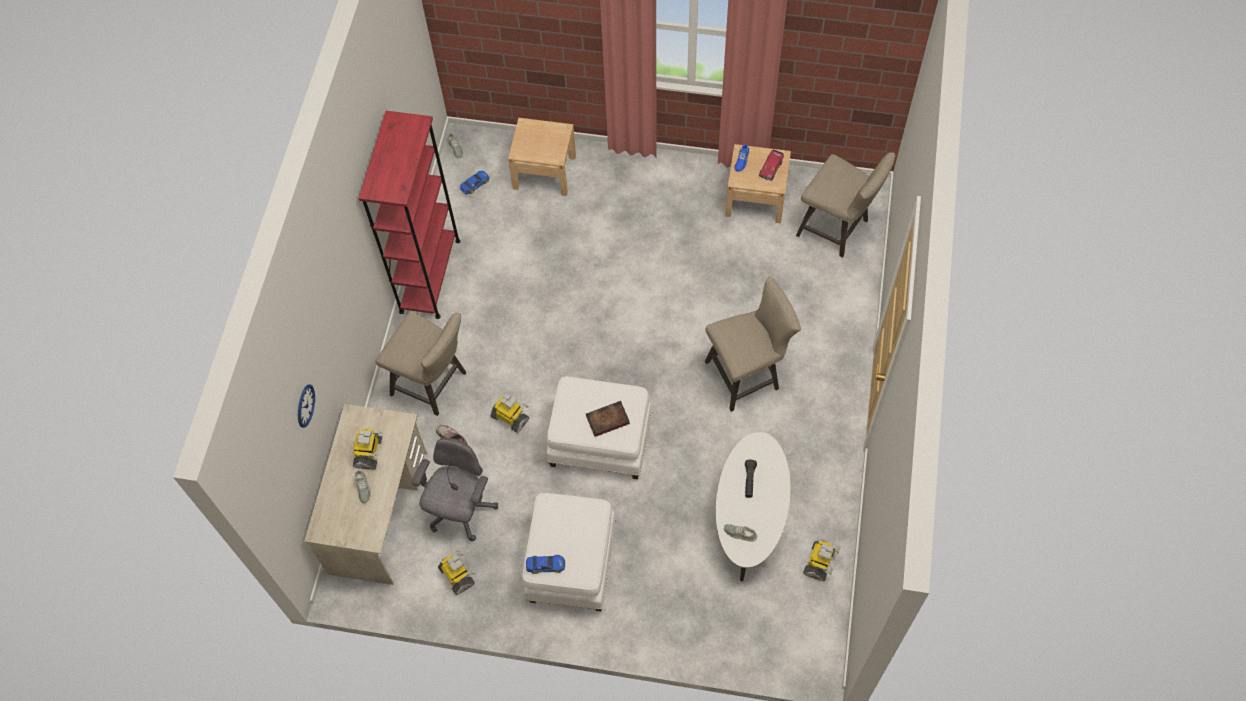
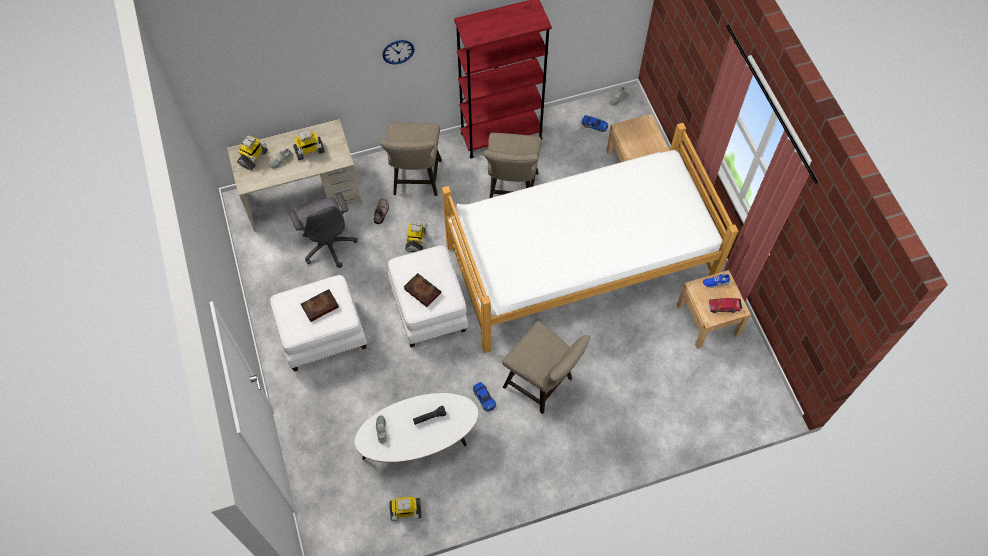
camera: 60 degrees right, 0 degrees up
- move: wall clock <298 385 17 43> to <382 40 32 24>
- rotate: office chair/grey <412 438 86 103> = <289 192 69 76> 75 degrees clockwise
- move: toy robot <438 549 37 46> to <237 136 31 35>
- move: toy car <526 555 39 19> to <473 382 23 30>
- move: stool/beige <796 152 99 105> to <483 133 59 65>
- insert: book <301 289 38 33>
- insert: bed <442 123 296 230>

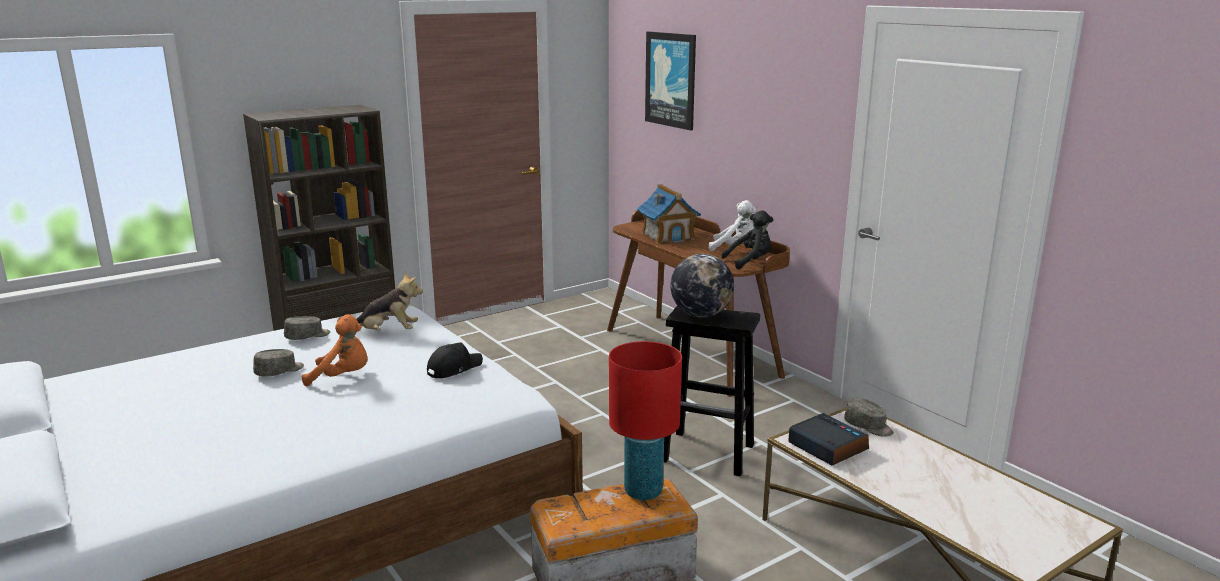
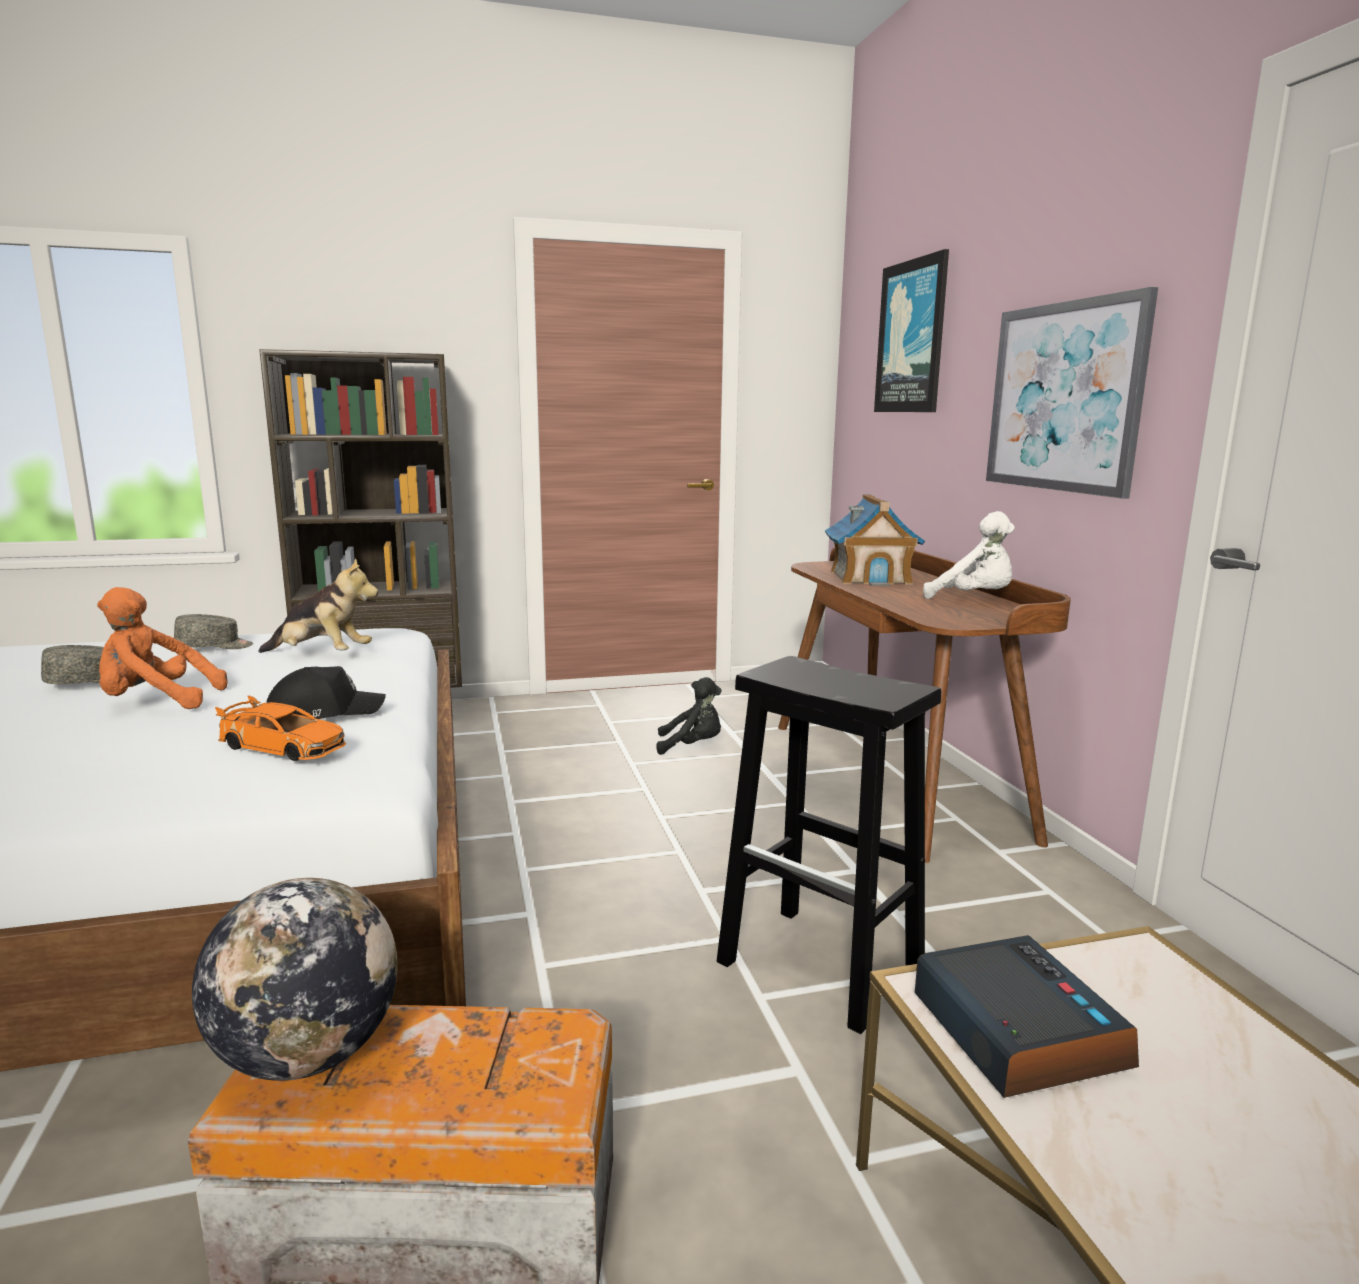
camera: 20 degrees right, 5 degrees down
- rotate: plush toy/orange <302 314 65 73> = <97 587 131 122> 150 degrees clockwise
- delete: table lamp/red <609 341 73 159>
- move: globe <670 254 64 63> to <192 878 206 203>
- move: plush toy/black <722 210 51 60> to <656 677 66 78>
- delete: cap/grey <844 398 50 39>
- insert: toy car/orange <215 696 131 65>
- insert: picture <986 287 172 212>

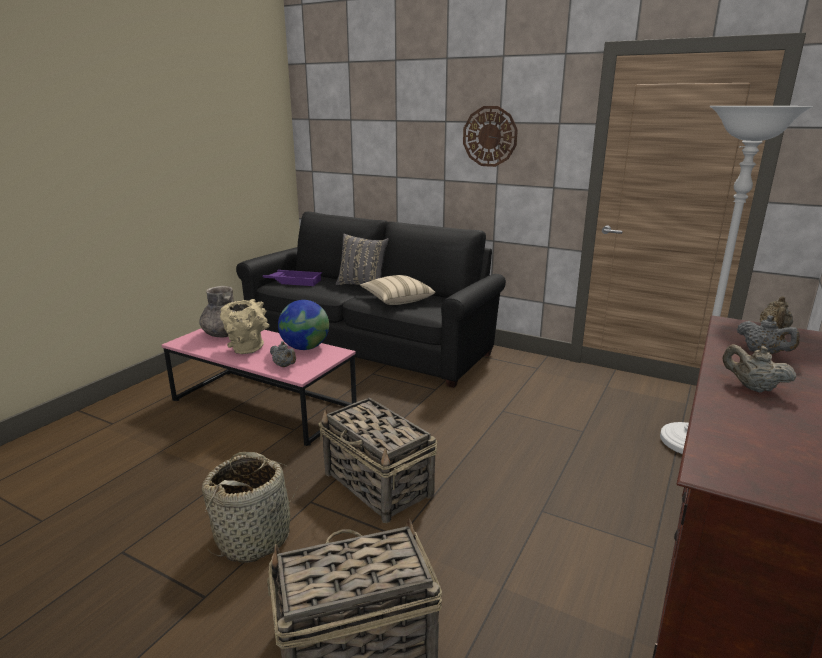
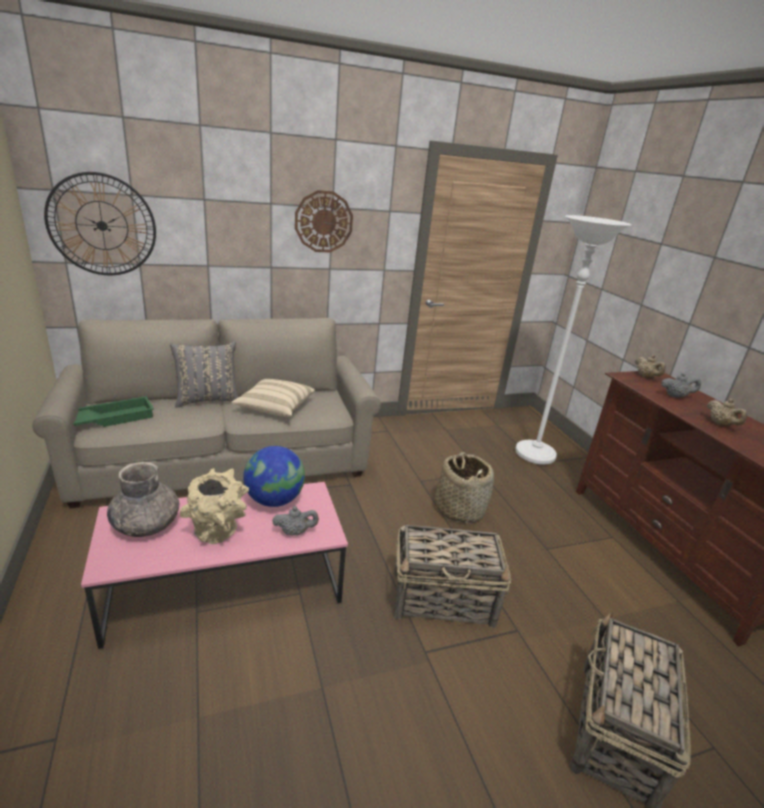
camera: 50 degrees left, 5 degrees up
- move: basket <202 452 96 111> to <435 452 59 72>
- recolor: sofa/black <236 211 270 177> to sofa/beige <32 318 349 190>
- recolor: tray/purple <263 270 59 16> to tray/green <73 396 81 31>
- rotate: teapot/beige <722 344 74 48> = <707 399 40 27> 105 degrees counterclockwise
- insert: wall clock <44 172 112 103>

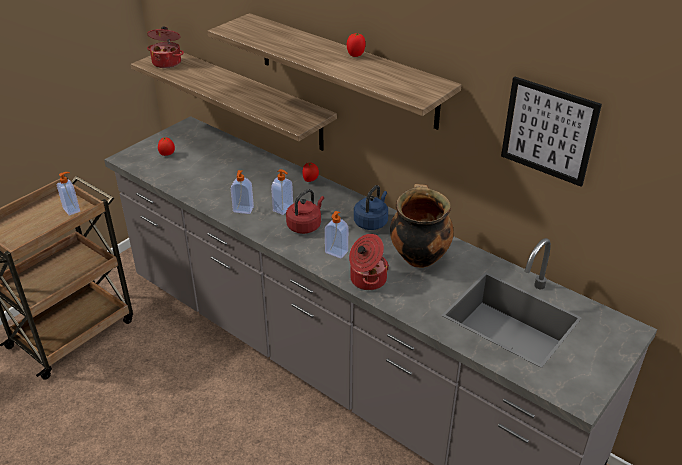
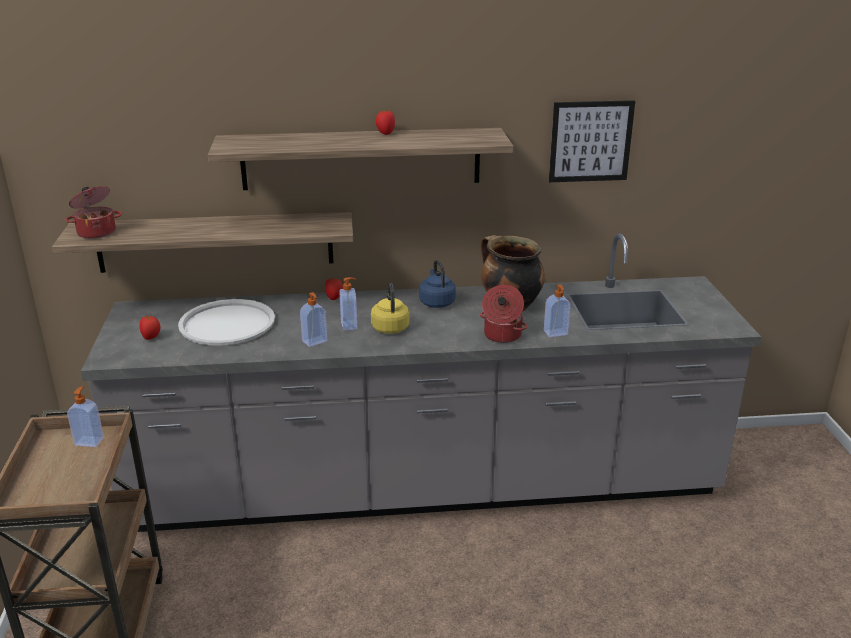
camera: 45 degrees left, 10 degrees down
- recolor: kettle/red <286 189 38 45> to kettle/yellow <371 283 38 51>
- move: soap dispenser <325 211 23 48> to <544 285 27 52>
- insert: tray/white <178 299 97 47>

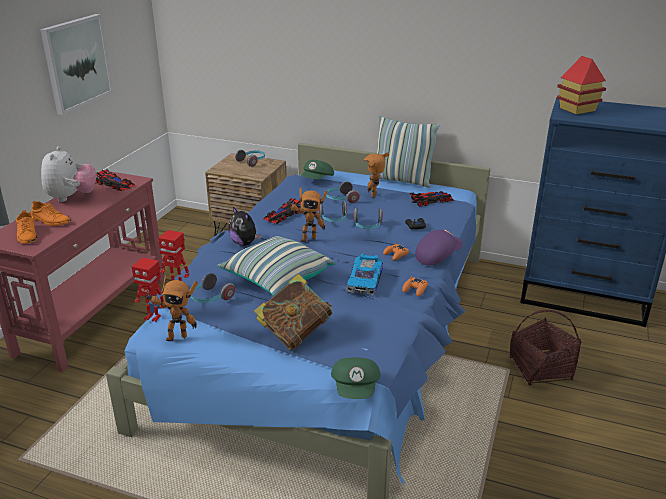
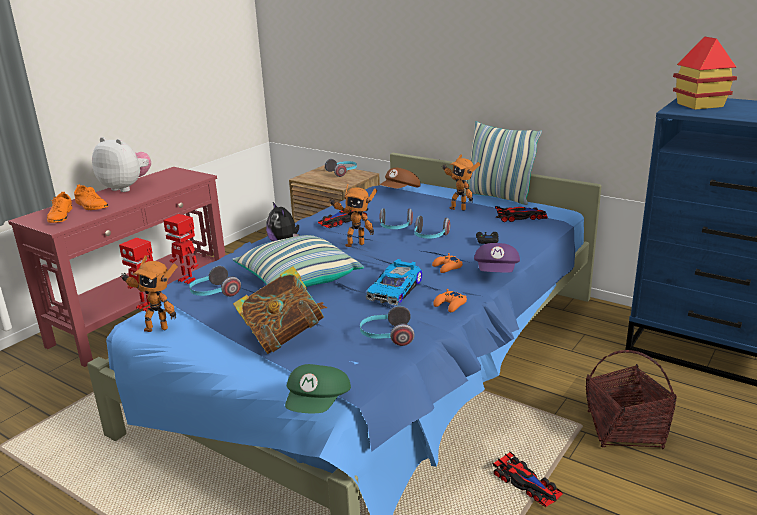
camera: 15 degrees right, 5 degrees down
- delete: picture <40 14 73 101>
- rotate: plush toy <41 146 55 56> = <92 137 59 55> 75 degrees counterclockwise
- move: toy car <95 169 40 22> to <492 451 71 56>
- recolor: cap/green <301 160 33 19> to cap/brown <380 168 41 21>
- move: headphones <326 181 34 22> to <360 306 55 40>
- rotate: toy robot <364 153 25 45> = <441 154 40 57> 90 degrees counterclockwise
- rotate: cap/purple <415 230 48 35> = <474 243 46 29> 120 degrees clockwise

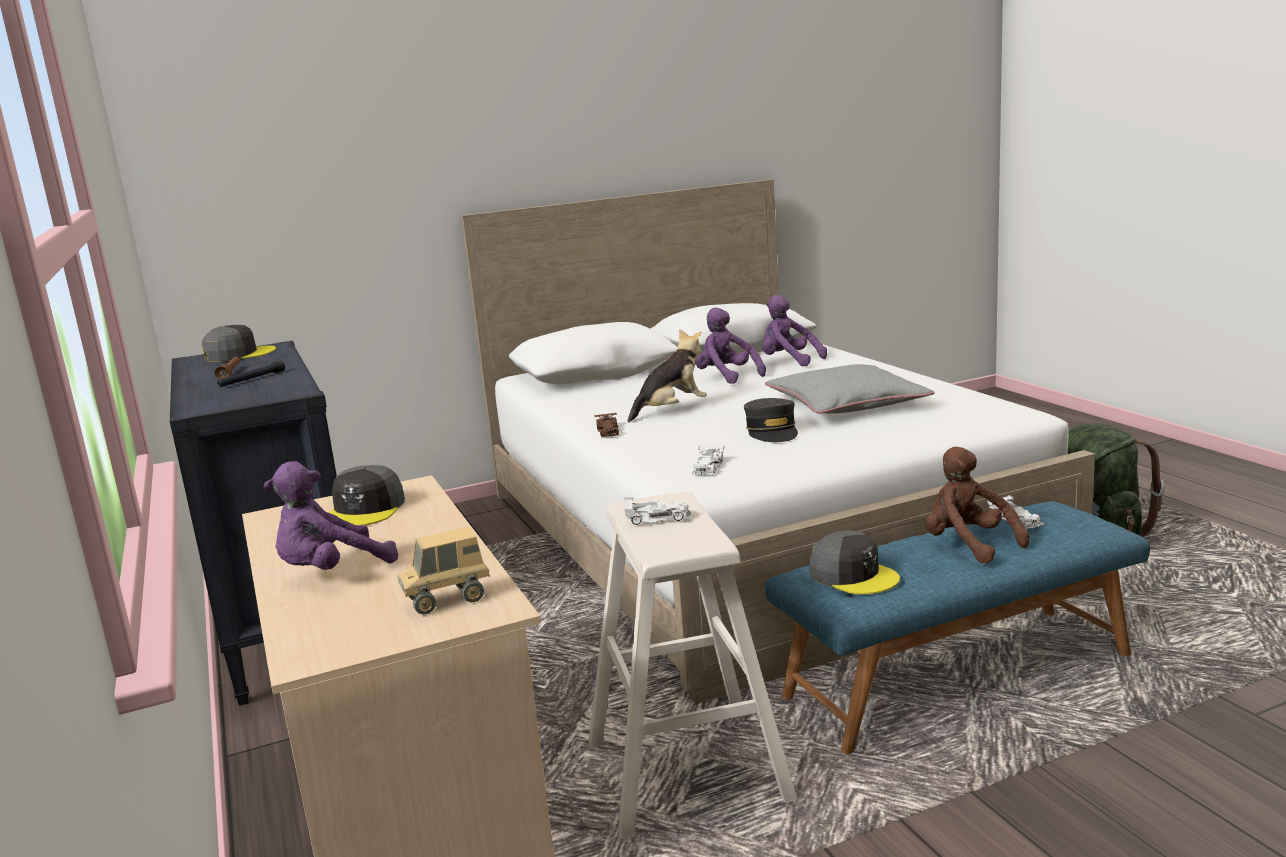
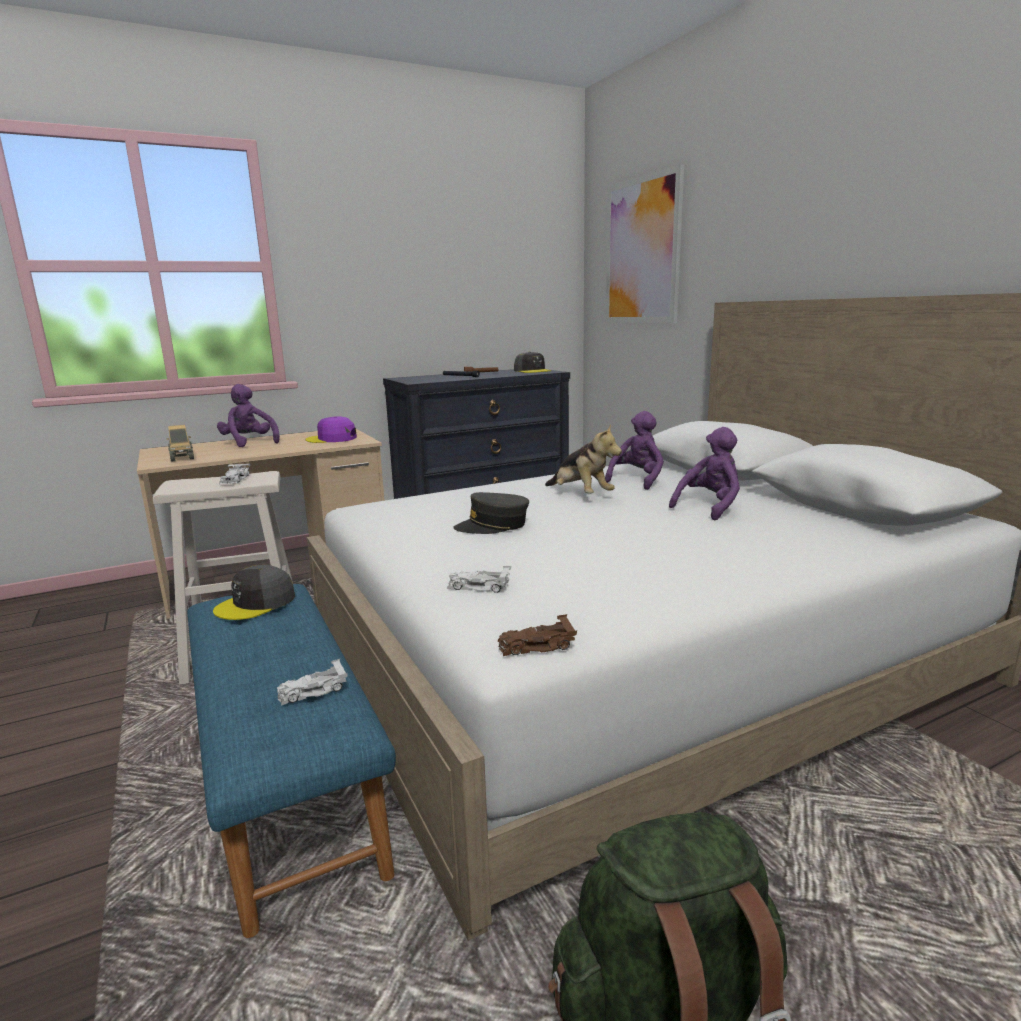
camera: 85 degrees right, 0 degrees up
- recolor: cap/grey <329 465 76 60> to cap/purple <305 416 52 27>
- move: toy car/brown <594 413 25 24> to <498 614 79 42>
- move: toy car/white <692 446 32 30> to <447 566 64 27>
- move: plush toy/purple <762 295 65 71> to <605 411 59 79>
- delete: pillow/grey <765 364 170 49>
- delete: plush toy/brown <925 446 105 118>
- insert: picture <606 164 78 159>

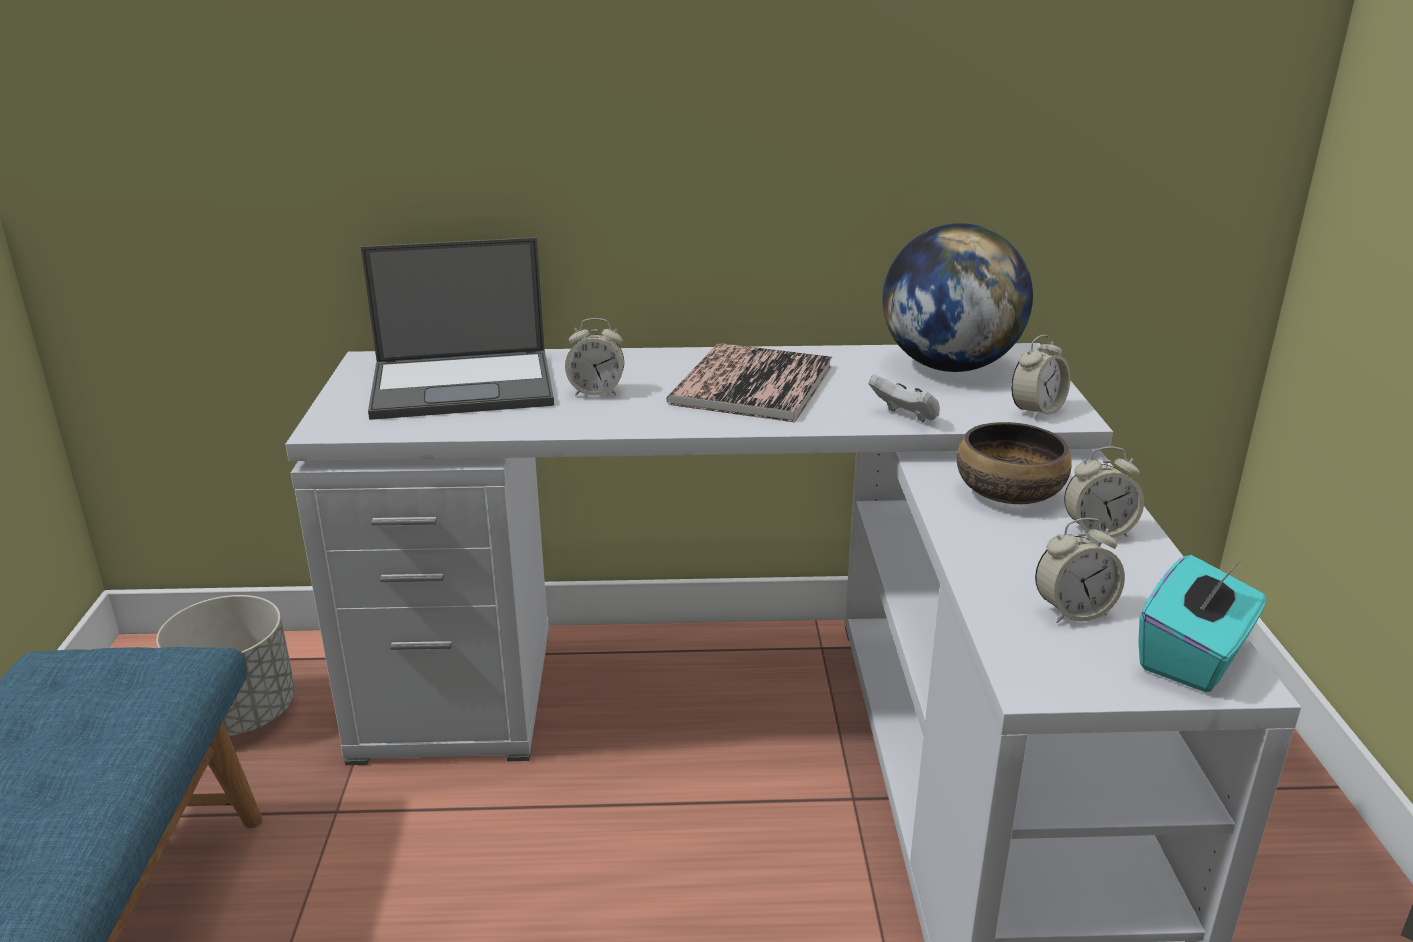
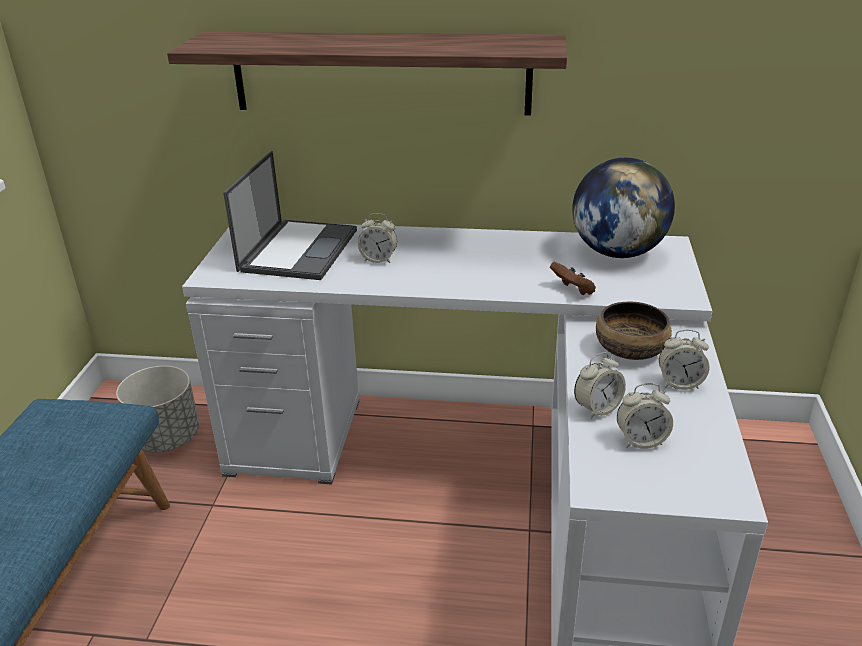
camera: 10 degrees right, 5 degrees up
- rotate: laptop <361 237 193 183> = <223 151 134 129> 75 degrees counterclockwise
- delete: book <666 343 166 79>
- recolor: game controller/white <868 374 72 48> to game controller/brown <550 262 46 33>
- move: alarm clock <1011 335 59 85> to <574 352 52 67>
- delete: tissue box/turquoise <1138 555 129 137>
- insert: shelf <167 32 400 83>

